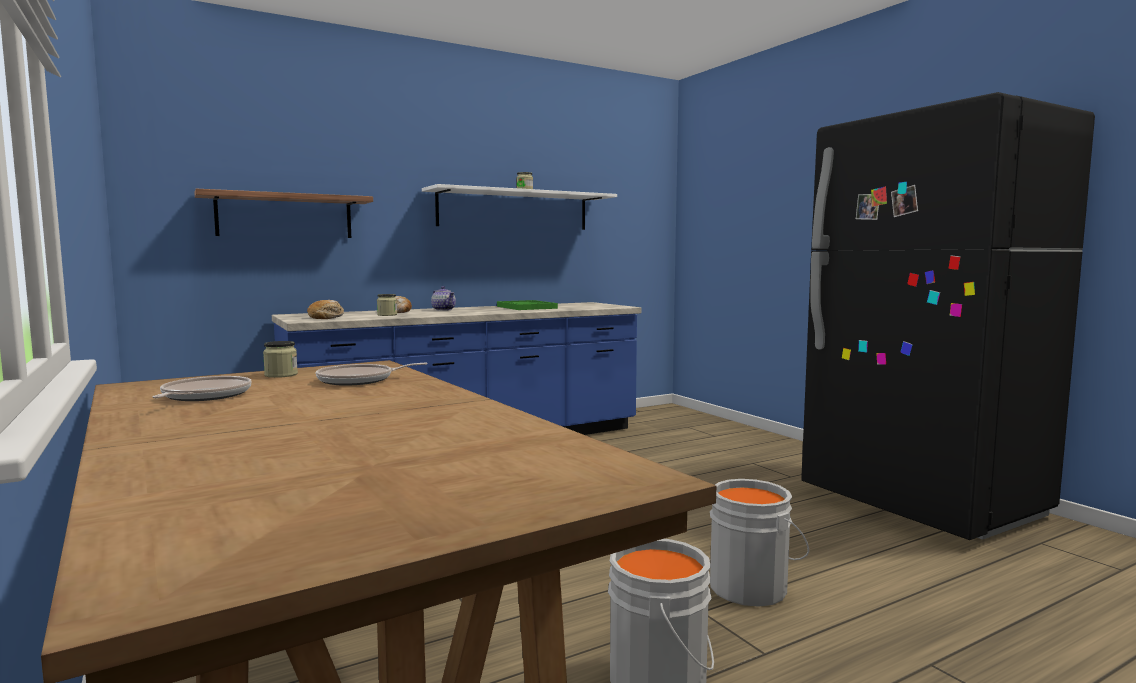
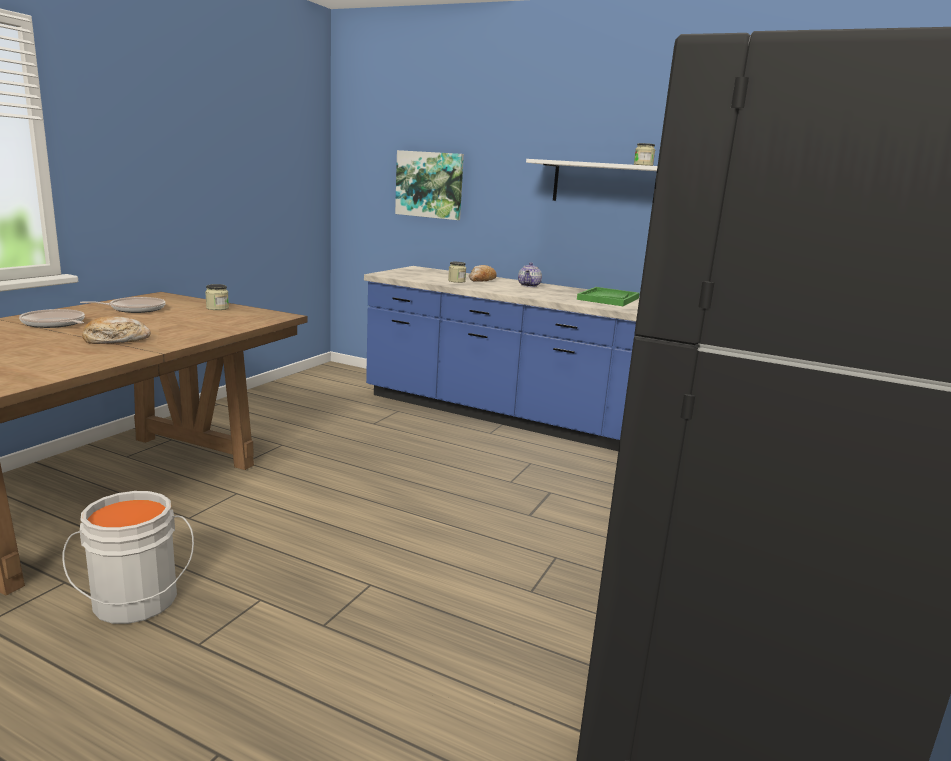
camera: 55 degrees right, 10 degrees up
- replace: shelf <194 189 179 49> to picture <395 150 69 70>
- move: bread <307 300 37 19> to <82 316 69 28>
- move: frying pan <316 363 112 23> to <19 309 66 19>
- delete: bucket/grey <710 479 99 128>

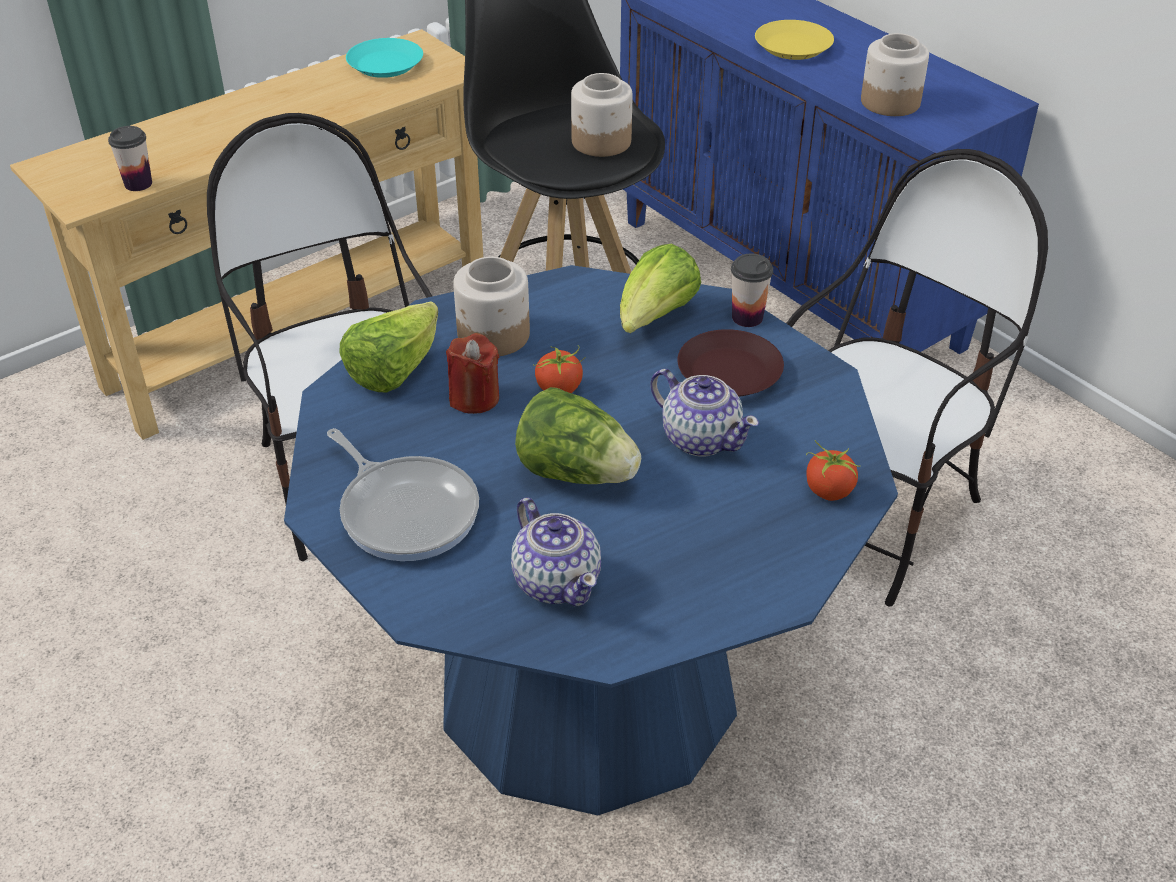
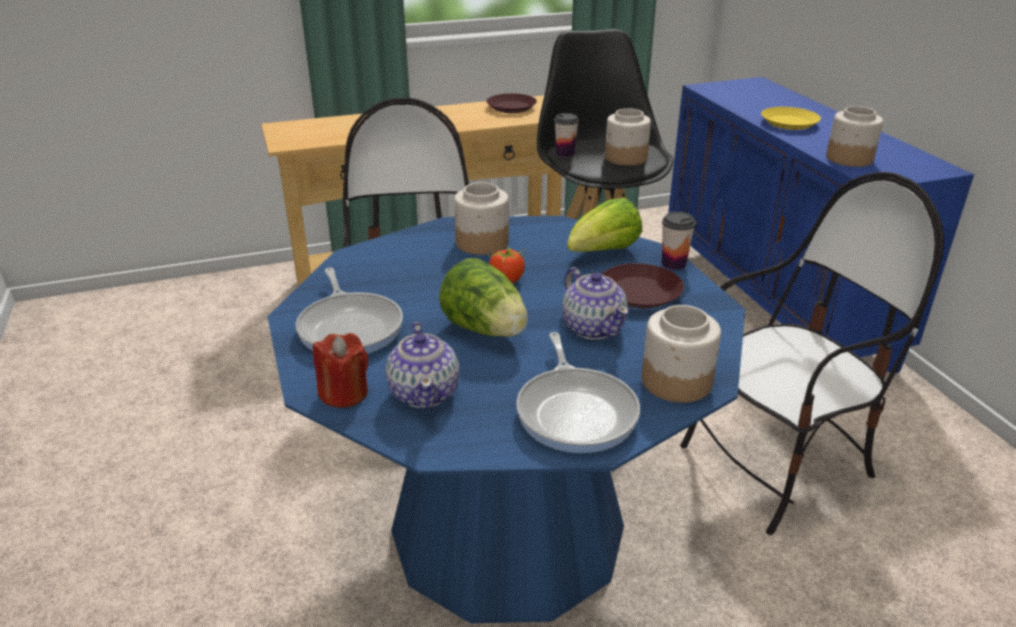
camera: 20 degrees right, 10 degrees down
- move: cup <108 126 44 65> to <554 113 25 44>
- delete: lettuce <339 301 99 91>
- recolor: plate/turquoise <346 38 77 40> to plate/brown <486 93 51 20>
- move: candle/red <446 333 53 81> to <313 333 55 75>
- replace: tomato <806 440 54 61> to jar <642 305 79 98>
- insert: frying pan <516 332 124 121>

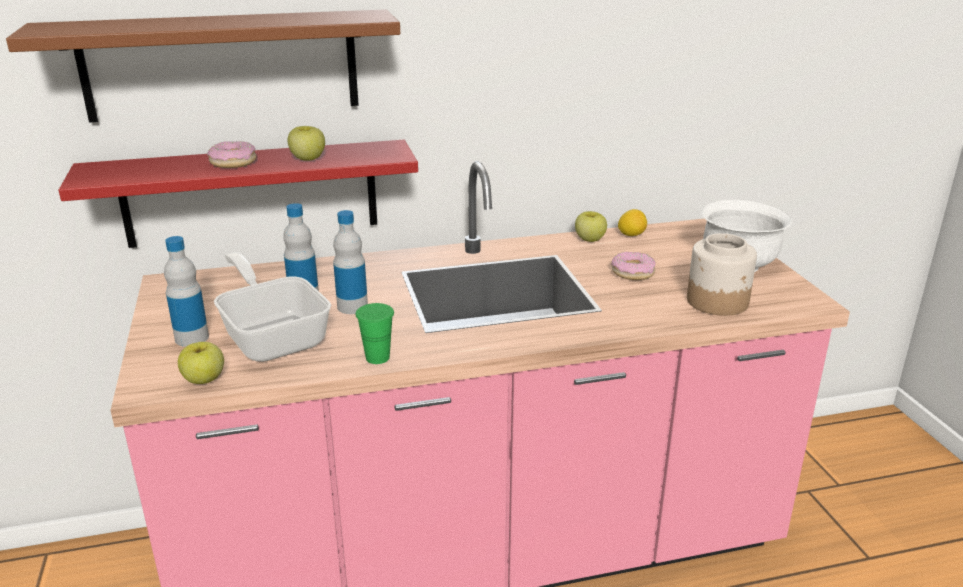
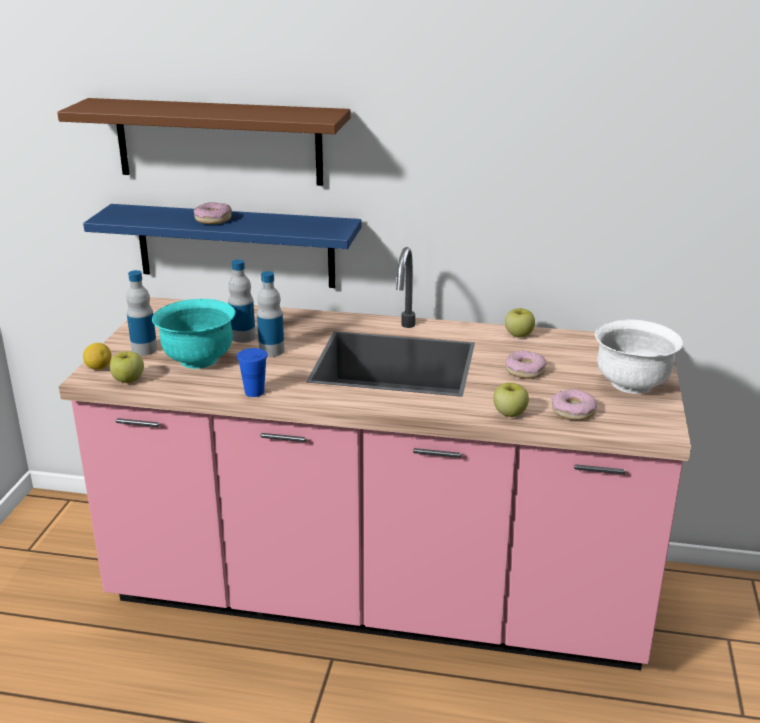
camera: 25 degrees right, 0 degrees up
- recolor: shelf/red <58 140 360 108> to shelf/blue <83 204 279 84>
- replace: frying pan <214 252 117 110> to bowl/turquoise <152 299 84 70>
- move: apple <288 126 37 35> to <493 383 36 34>
- recolor: cup/green <356 303 38 61> to cup/blue <237 348 31 49>
- move: lemon <618 209 29 27> to <83 343 28 27>
- replace: jar <687 233 70 83> to donut <552 389 45 31>

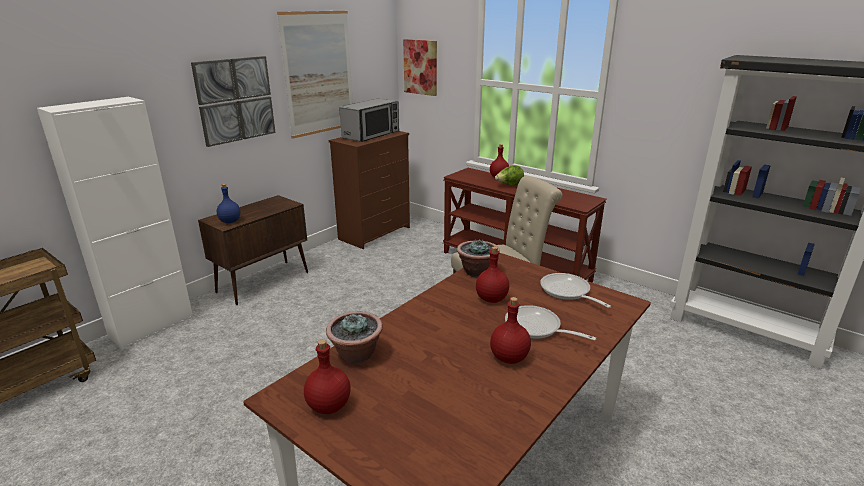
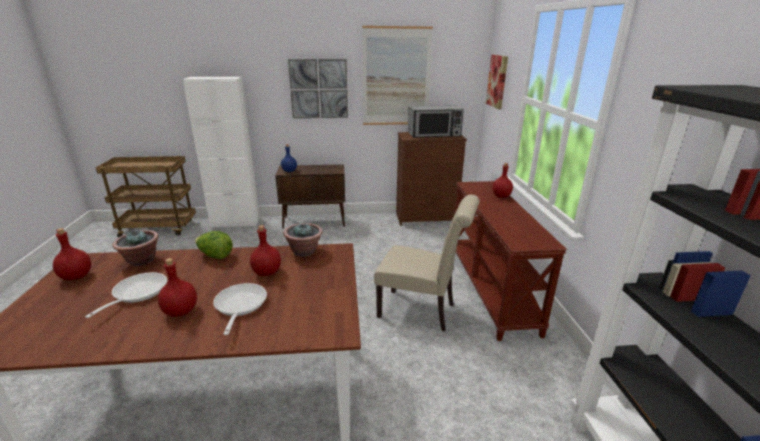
camera: 45 degrees right, 0 degrees up
- move: lettuce <495 165 29 20> to <195 231 38 28>
- move: frying pan <540 273 71 35> to <85 272 82 46>

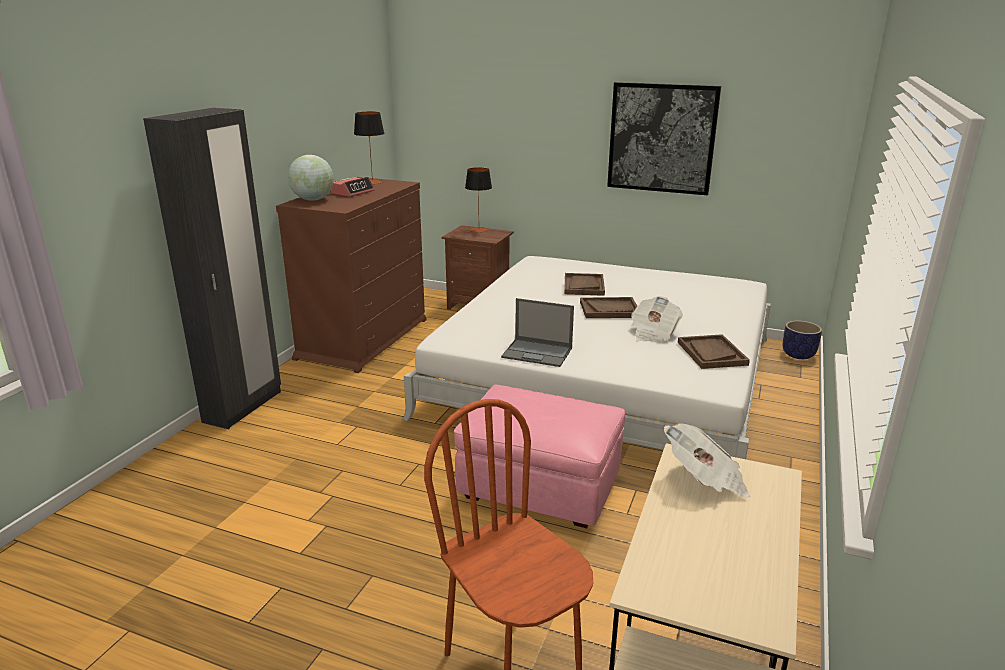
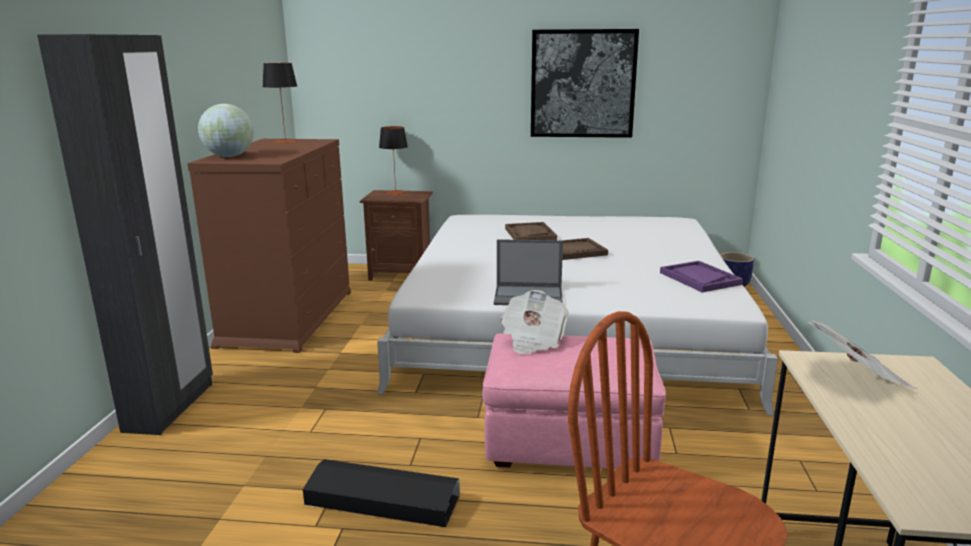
camera: 15 degrees left, 5 degrees down
- delete: alarm clock <331 177 44 20>
- move: newspaper <631 296 52 46> to <500 290 69 64>
- recolor: tray/brown <678 334 72 35> to tray/purple <660 261 83 31>
- insert: storage box/black <303 459 157 68>

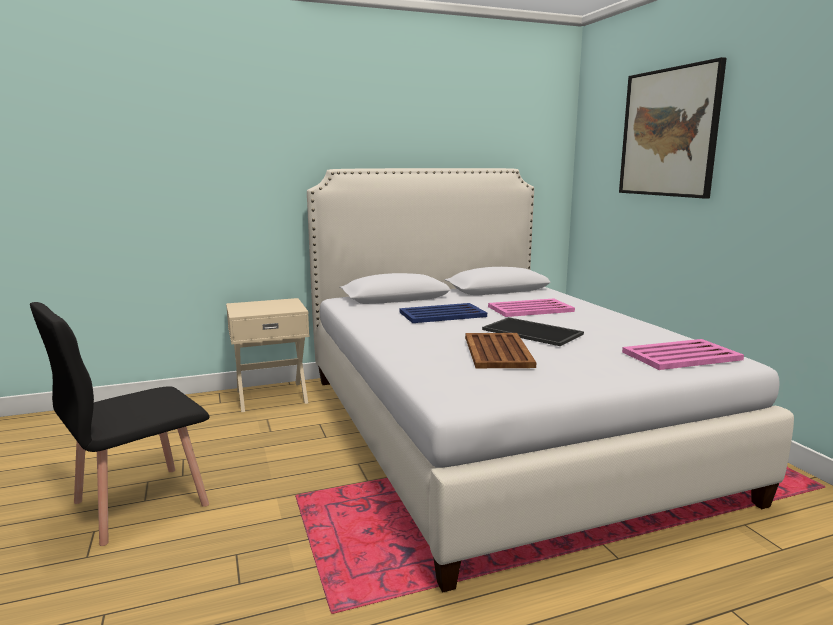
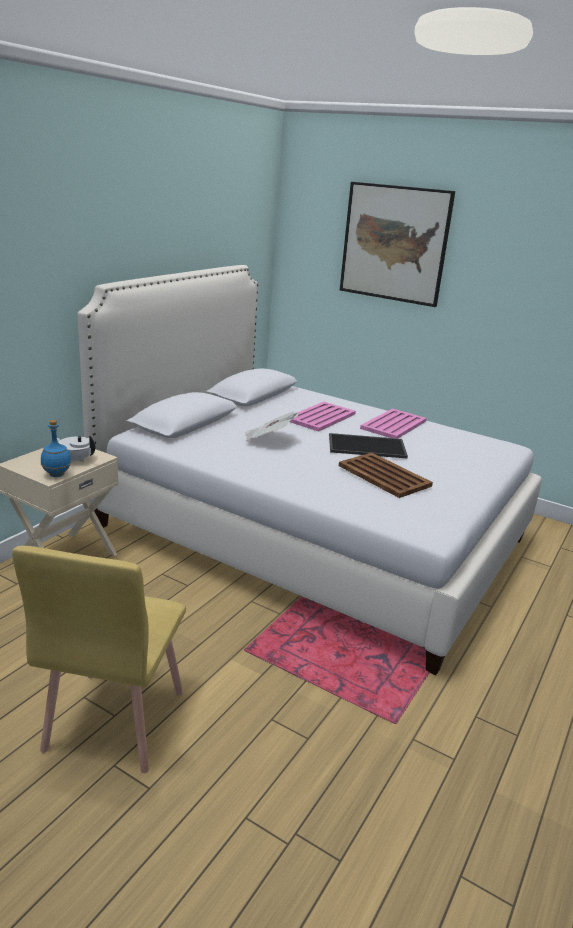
camera: 40 degrees left, 10 degrees up
- recolor: chair/black <30 302 180 244> to chair/yellow <12 546 174 227>
- replace: tray/blue <399 303 88 20> to newspaper <245 412 53 29>
- move: tray/pink <622 339 122 31> to <360 409 67 30>
- insert: bottle/blue <41 420 30 57>
- insert: teapot/white <57 436 38 27>

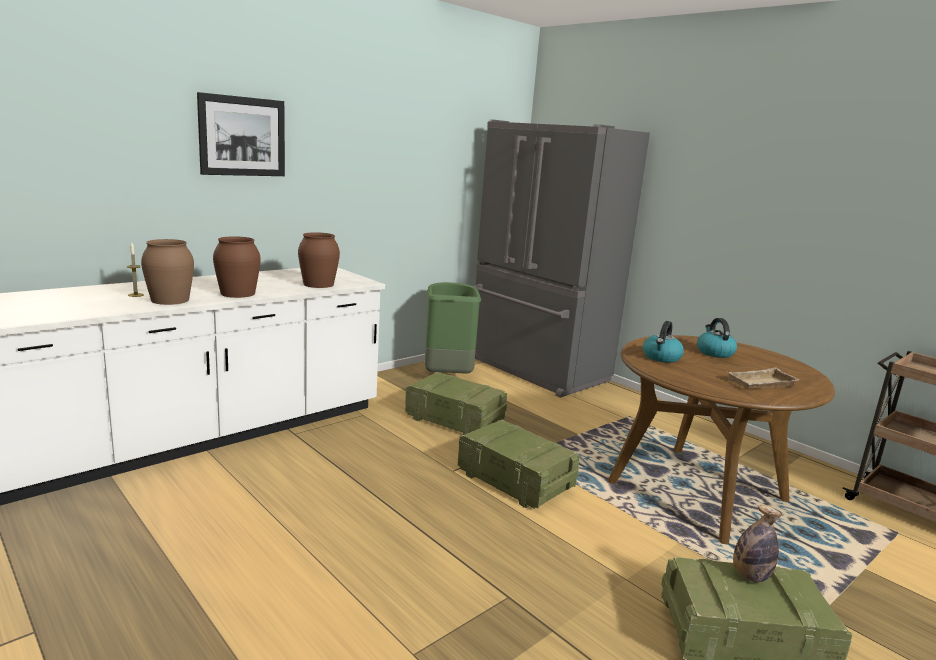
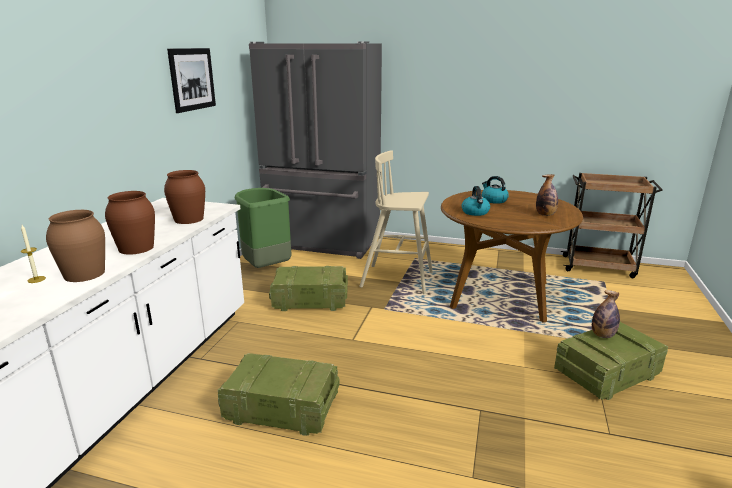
camera: 30 degrees left, 5 degrees up
- move: picture <197 92 88 84> to <167 48 49 65>
- move: crate <458 420 122 89> to <218 353 122 83>
- replace: tray/beige <728 367 71 22> to bottle <536 174 22 42>
- insert: stool/beige <359 150 74 144>

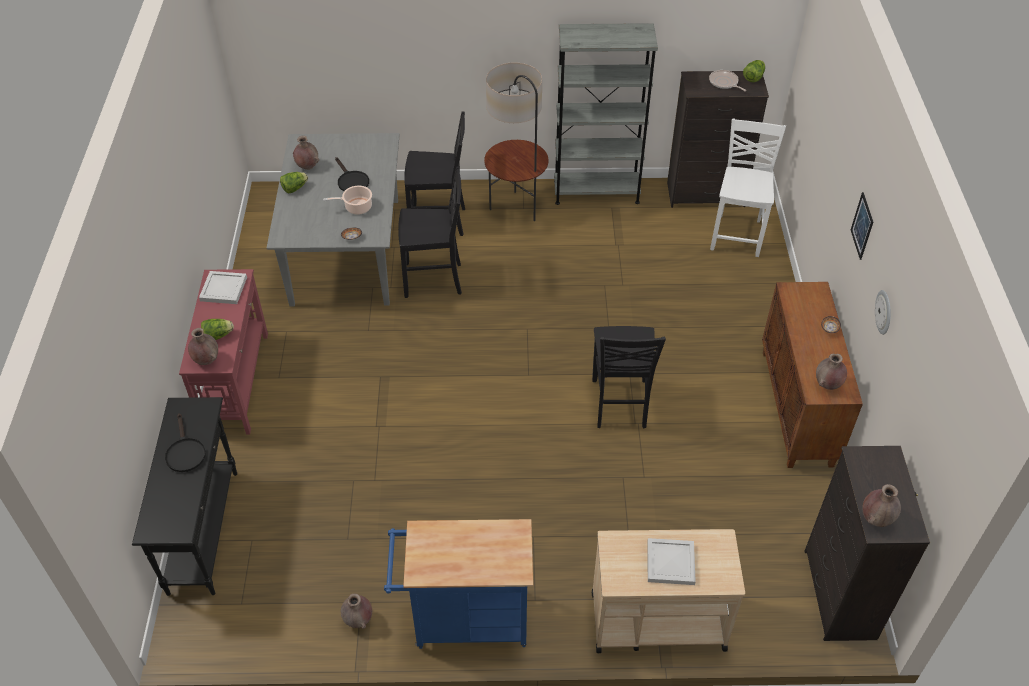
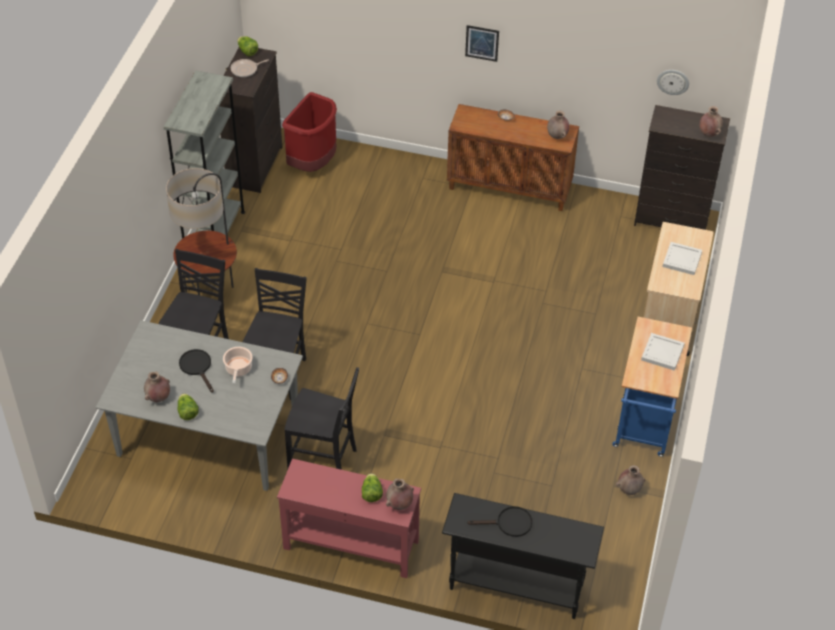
camera: 75 degrees left, 0 degrees up
- move: tray/white <199 271 48 33> to <641 333 44 38>
- rotate: frying pan/black <335 157 34 34> = <179 349 35 44> 105 degrees counterclockwise
- move: chair/black <592 326 74 102> to <285 367 74 103>
- replace: chair/white <710 119 76 138> to trash can/red <282 92 55 80>
- move: wall clock <875 290 16 45> to <657 70 32 25>

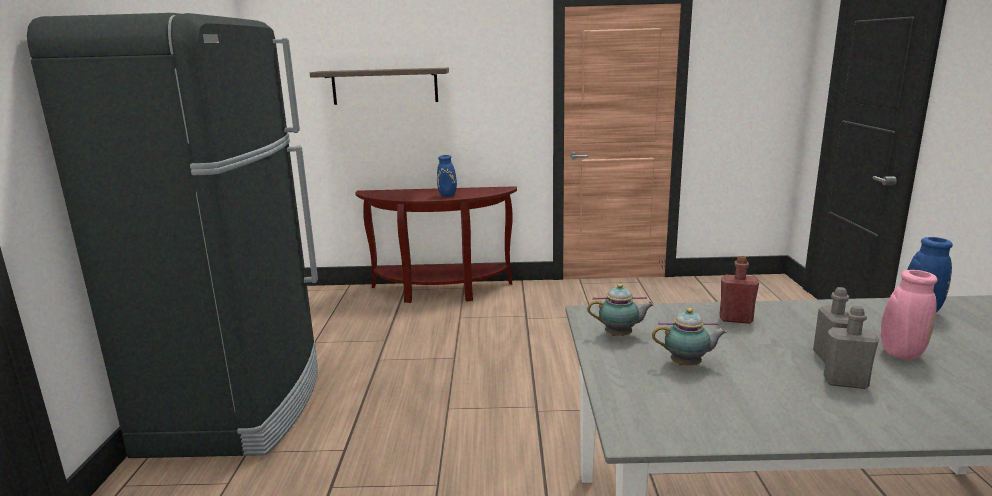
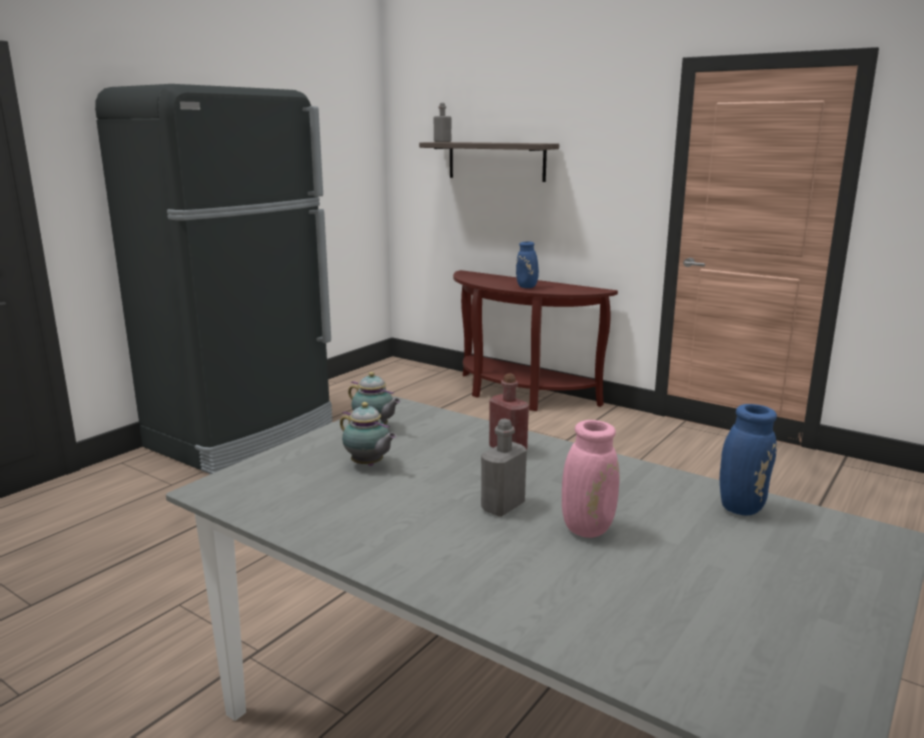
camera: 35 degrees right, 0 degrees up
- move: bottle/grey <823 306 56 83> to <433 103 18 39>

